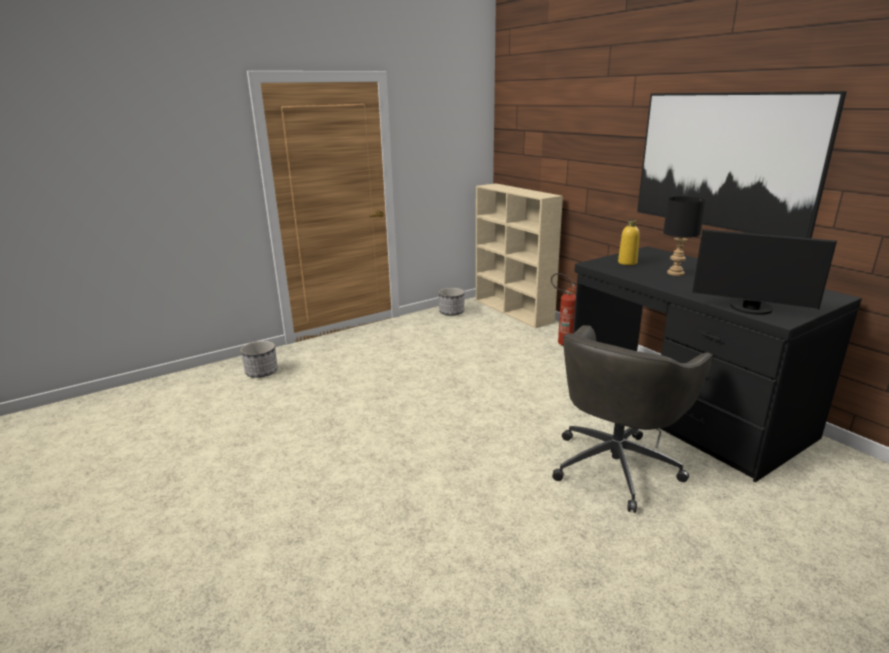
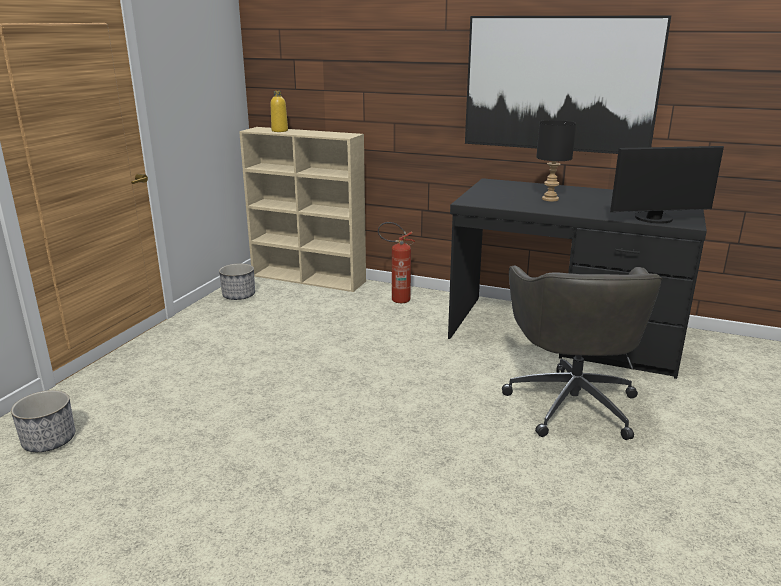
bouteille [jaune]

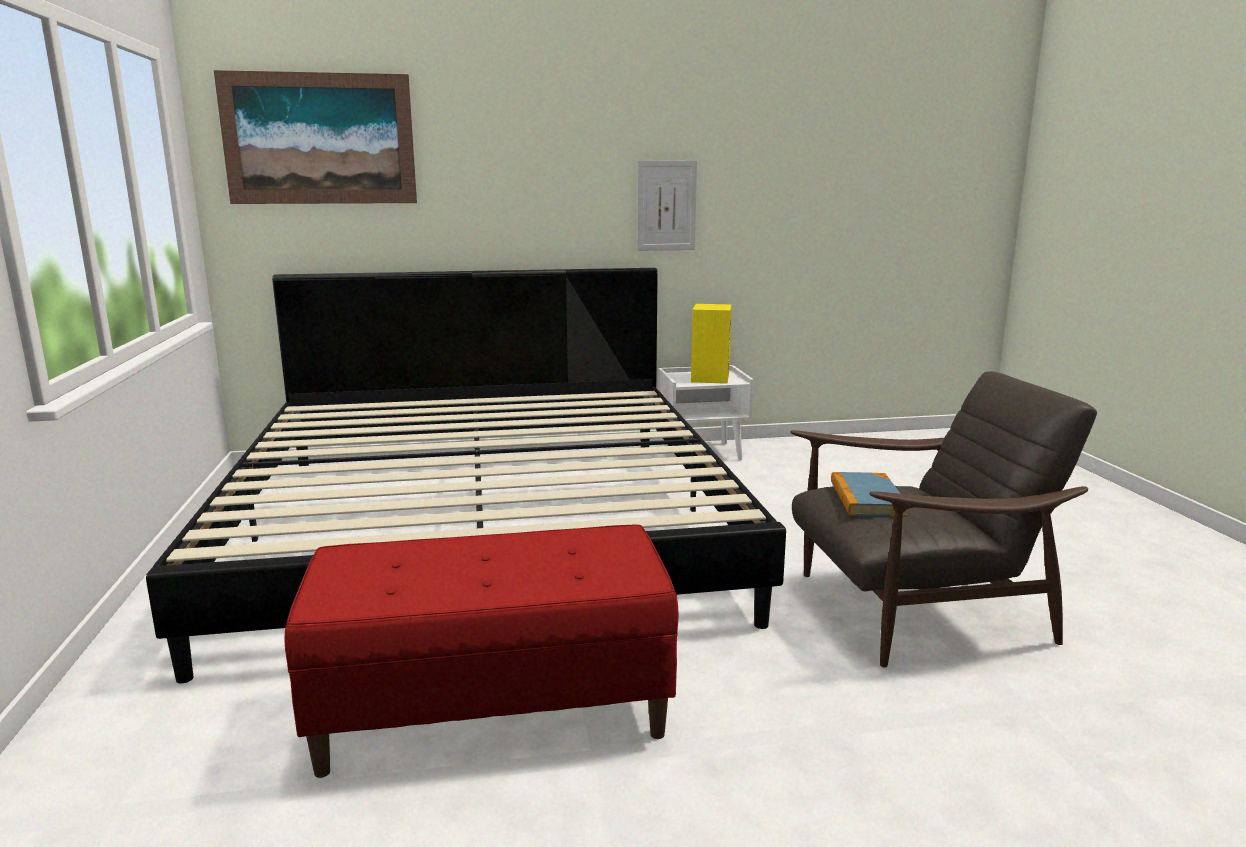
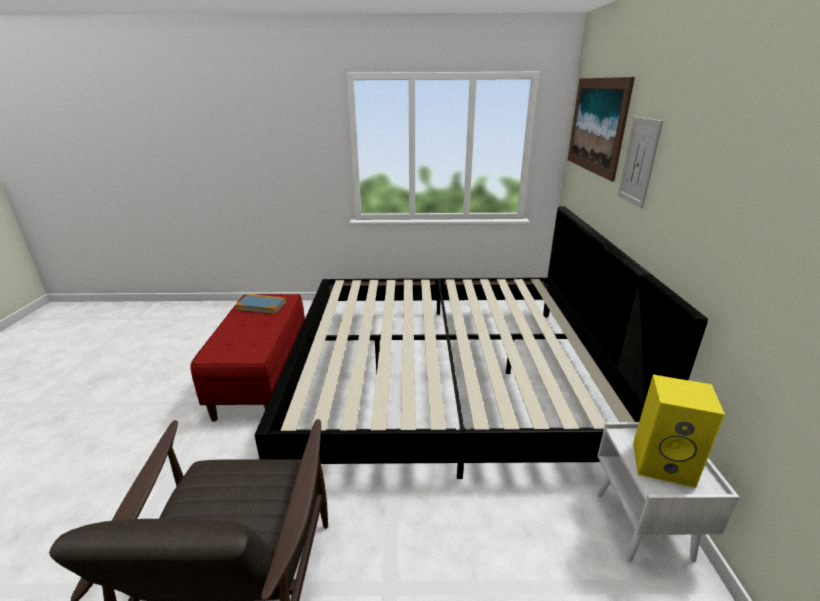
tableau (2nd from left)
livre

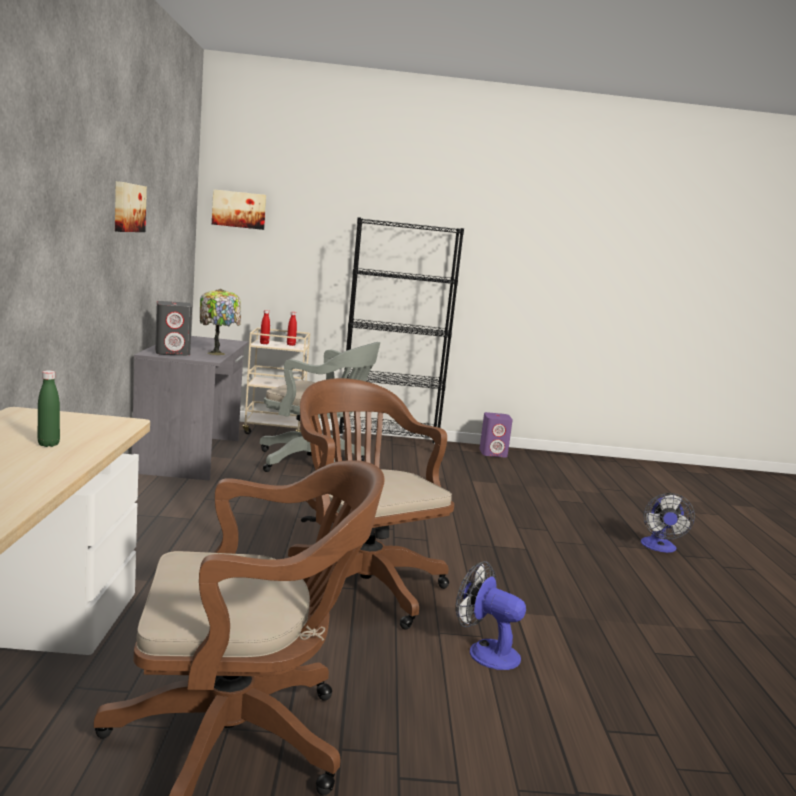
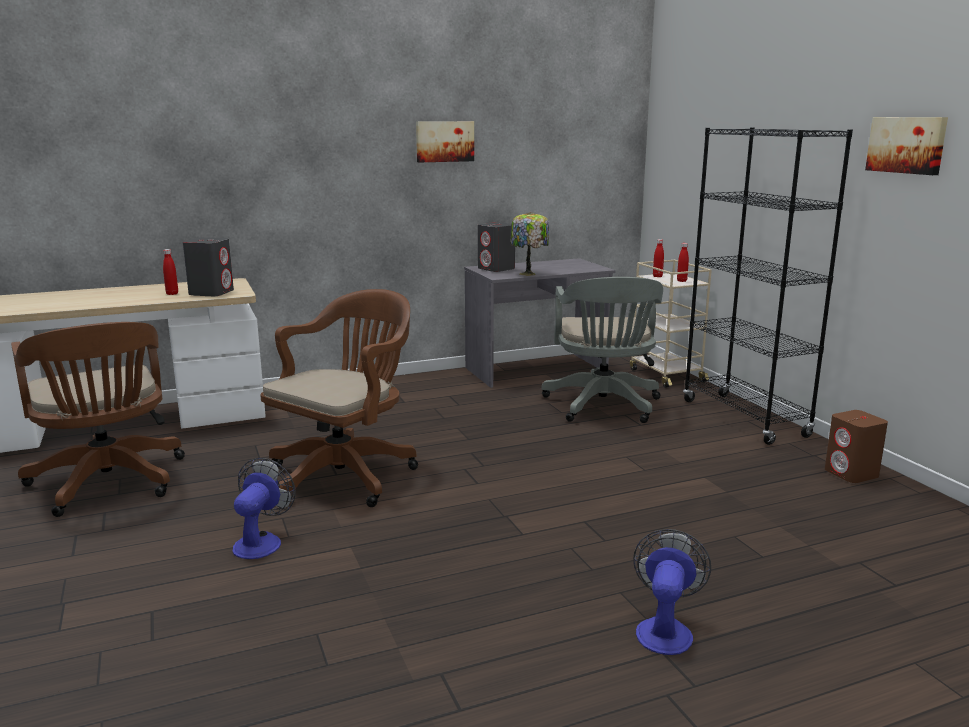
bouteille [rouge] (1st from left)
tableau (2nd from left)
enceinte [marron]
ventilateur (2nd from left)
enceinte [gris] (1st from left)

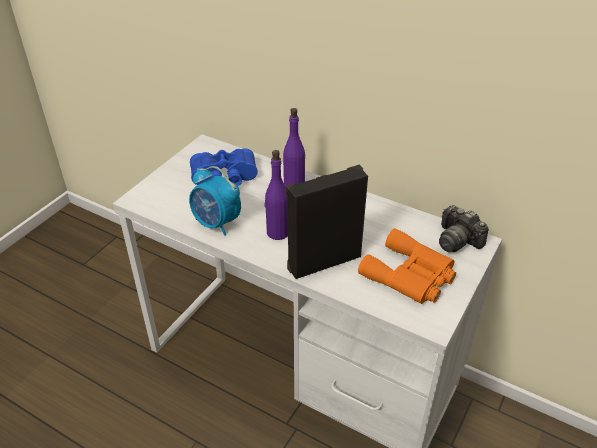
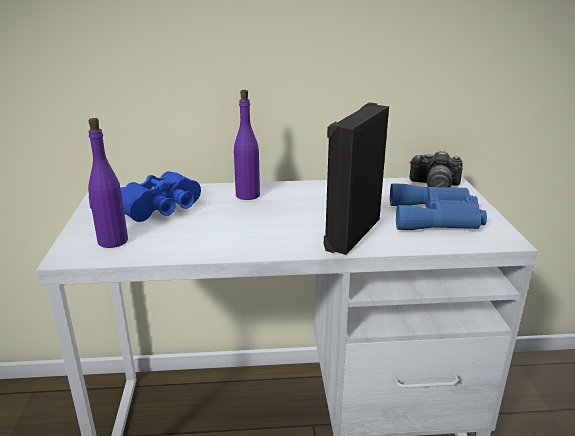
réveil
bouteille [violet] (1st from left)
jumelles [bleu] (2nd from left)

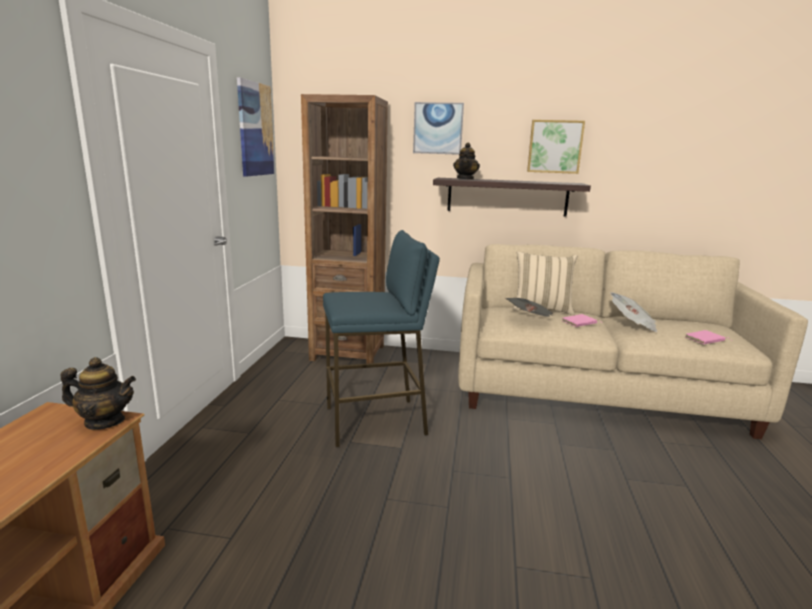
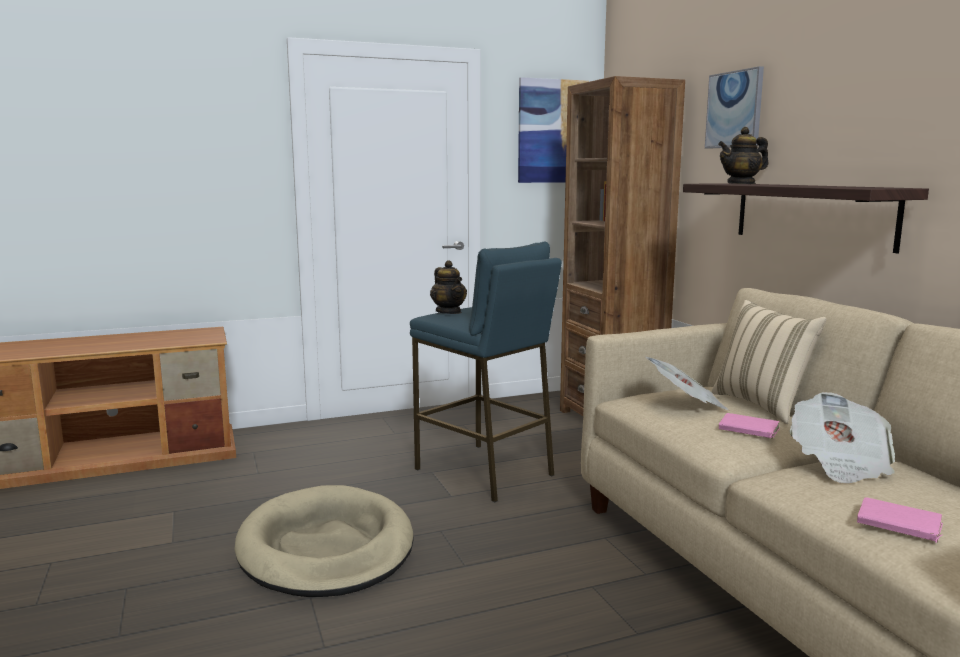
théière (1st from left)
tableau (3rd from left in the first image)
panier pour chien [beige]

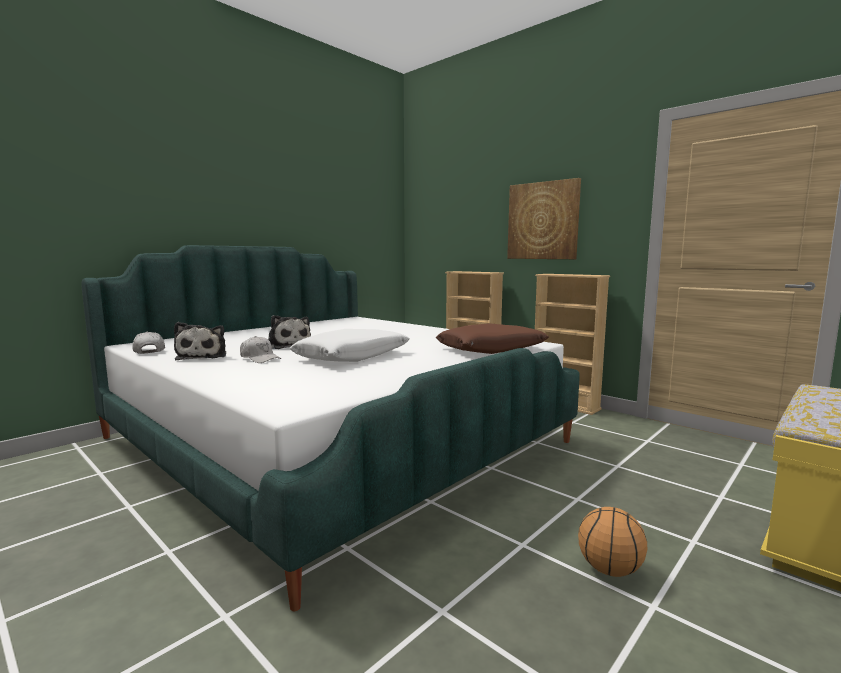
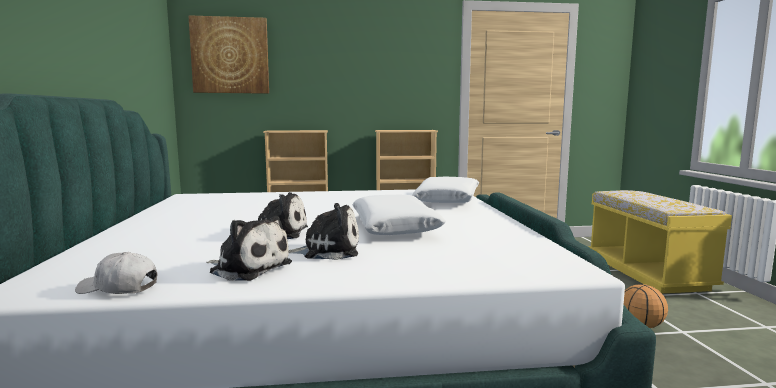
peluche (3rd from left)
coussin [blanc] (2nd from left)
tableau

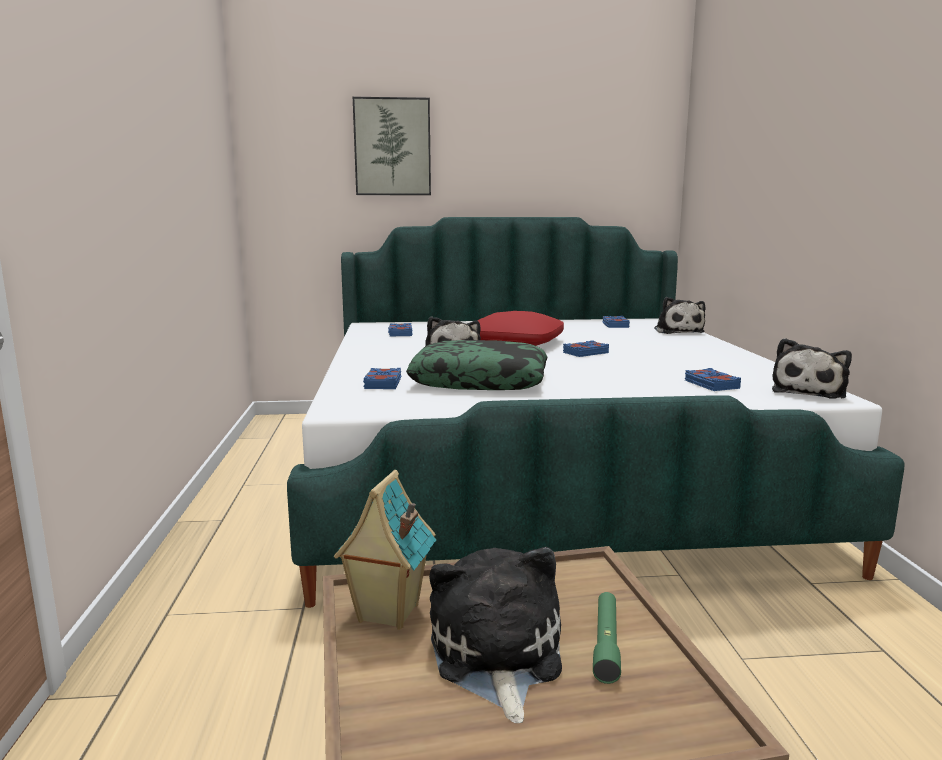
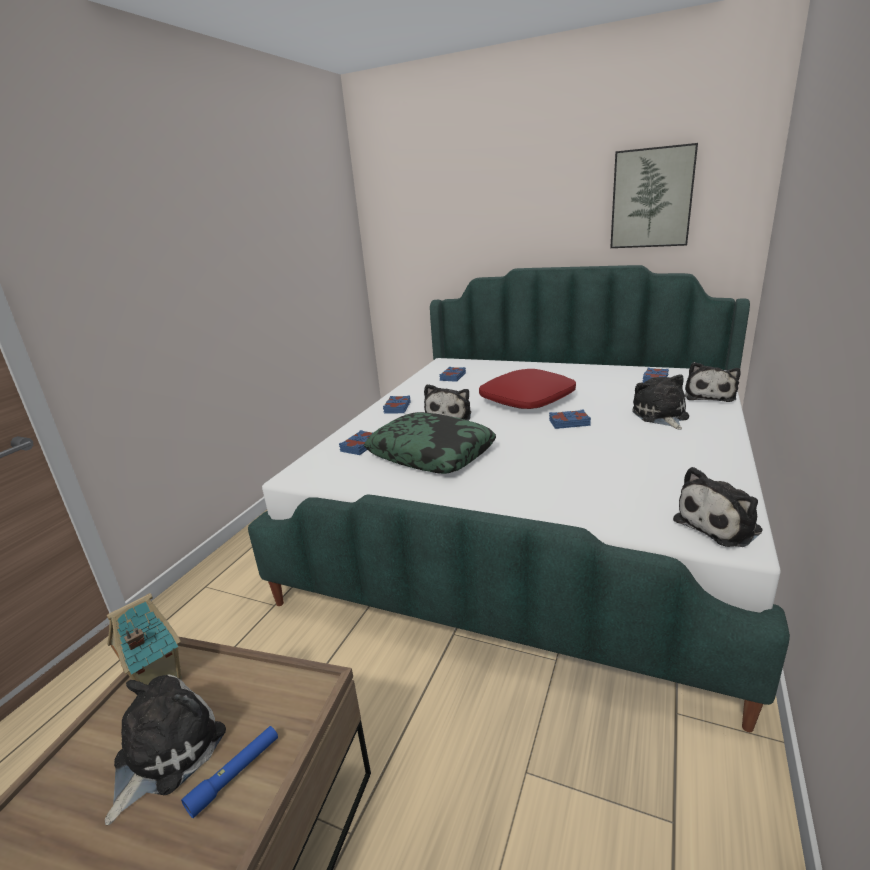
tableau
lampe de poche [bleu]
livre [bleu] (2nd from left)
peluche (3rd from left)

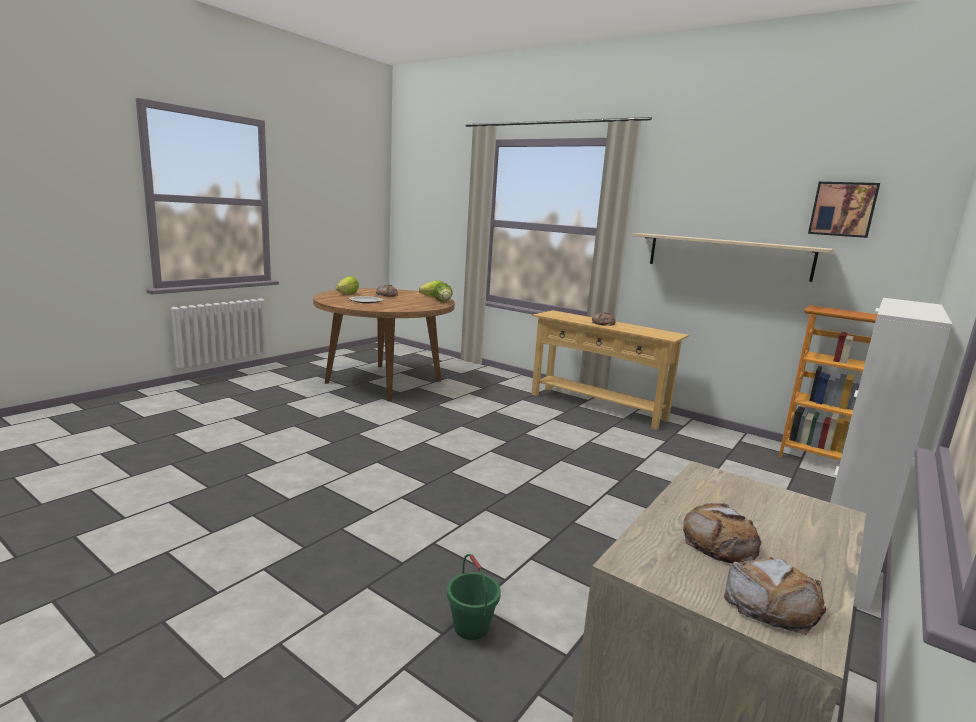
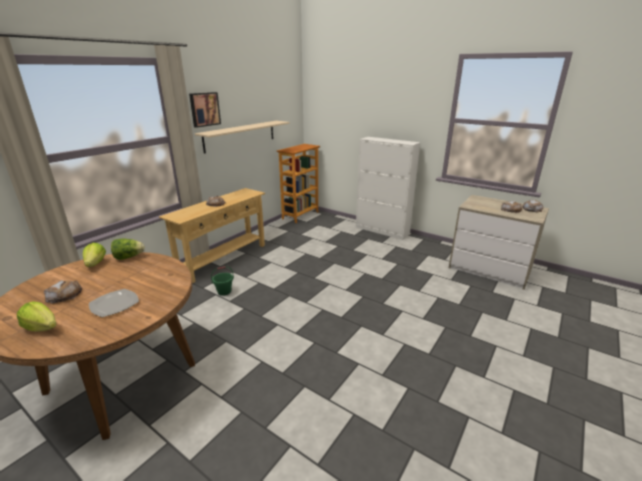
seau [vert]
tableau

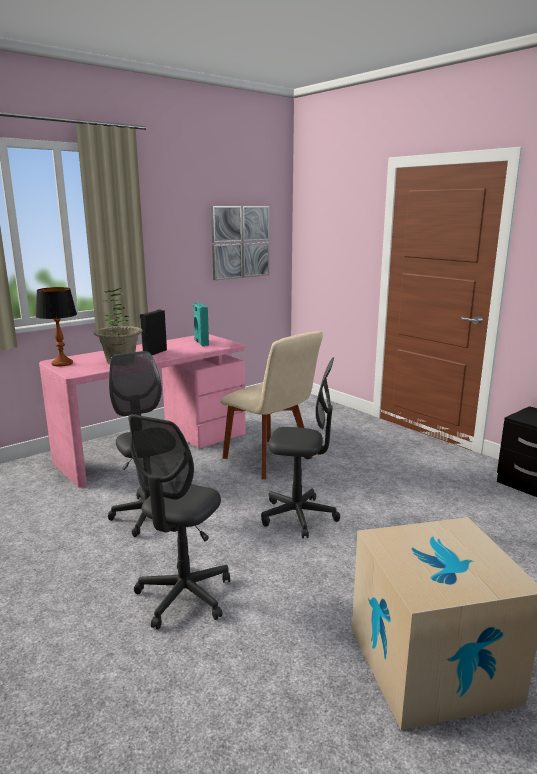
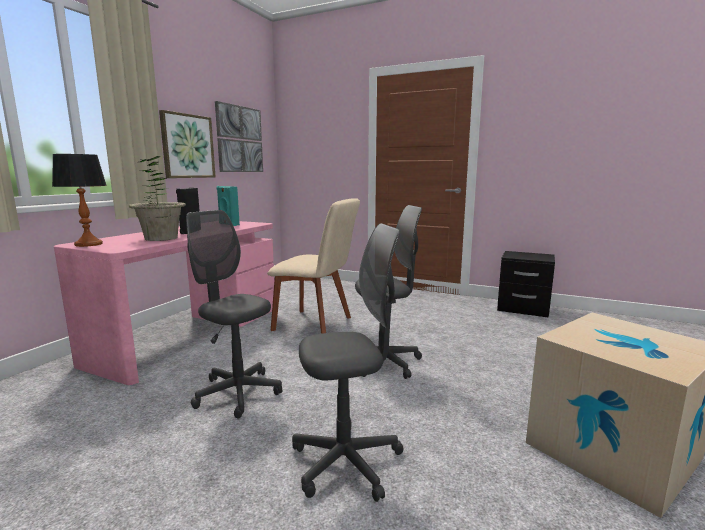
chaise de bureau [gris] (2nd from left)
tableau (1st from left)

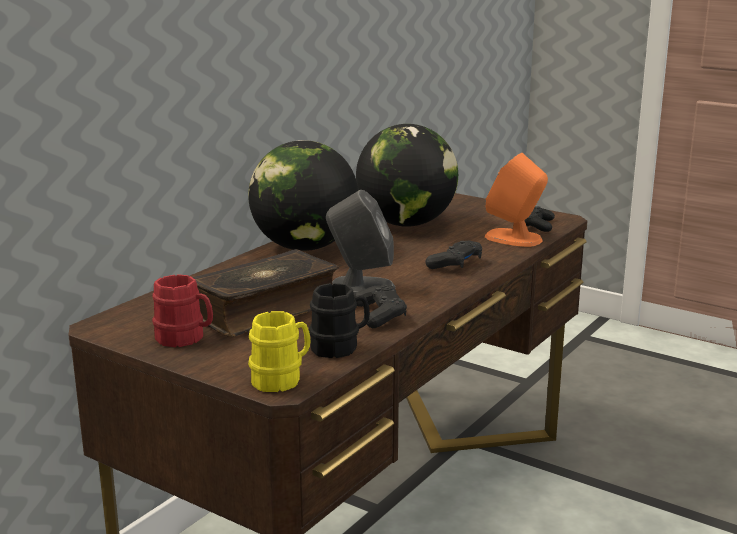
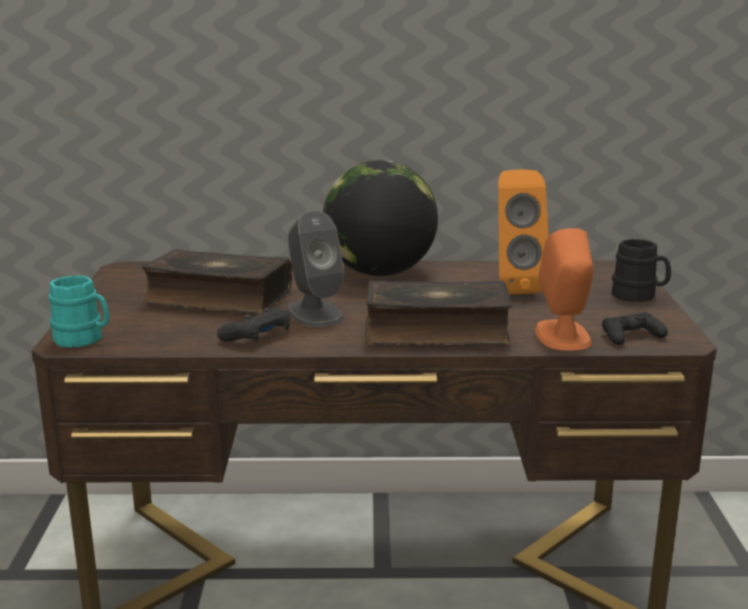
mug [rouge]
mug [turquoise]
mug [noir]
enceinte [orange] (1st from left)
livre (2nd from left)

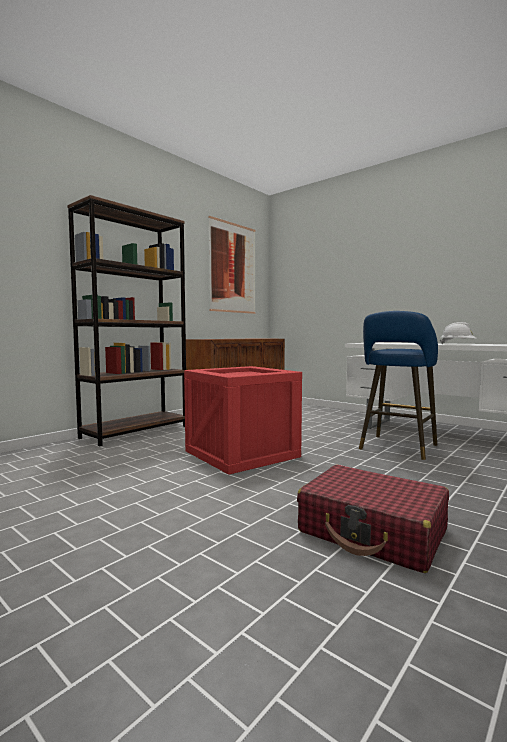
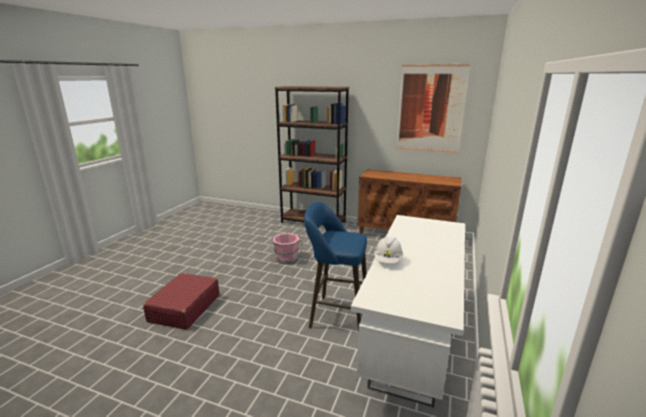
seau [rose]

